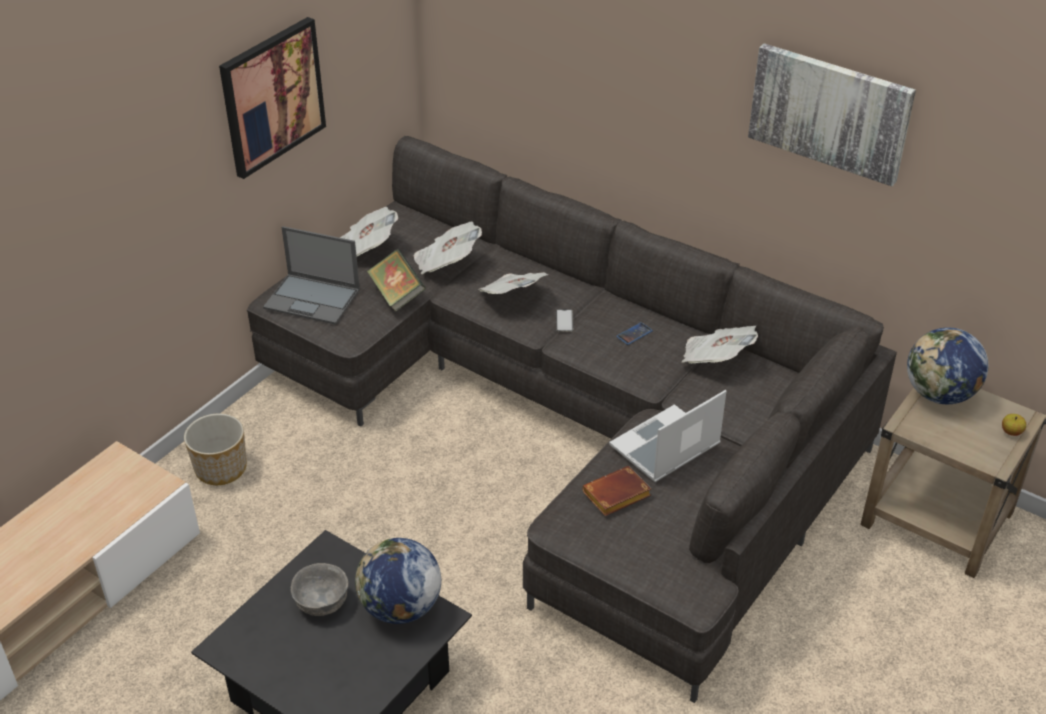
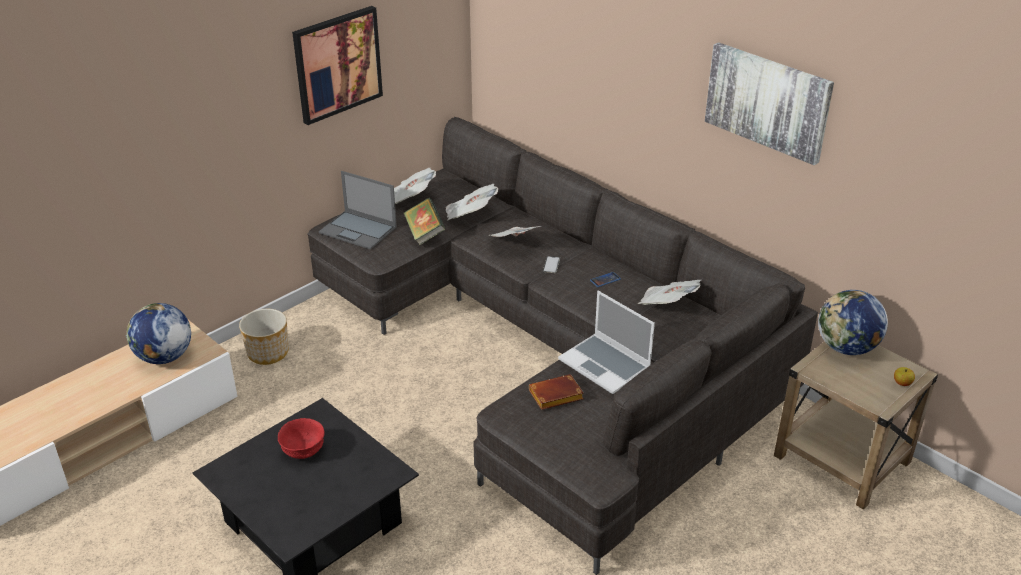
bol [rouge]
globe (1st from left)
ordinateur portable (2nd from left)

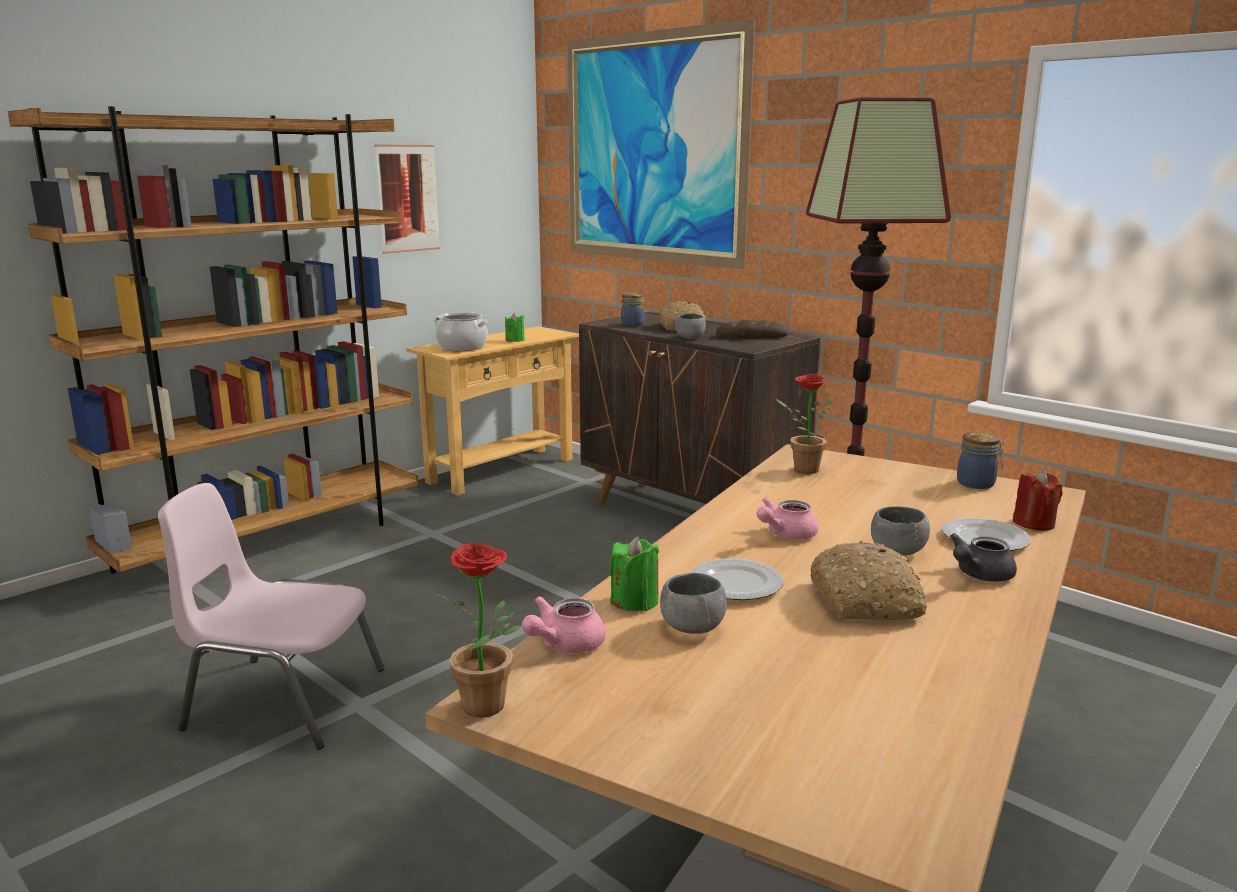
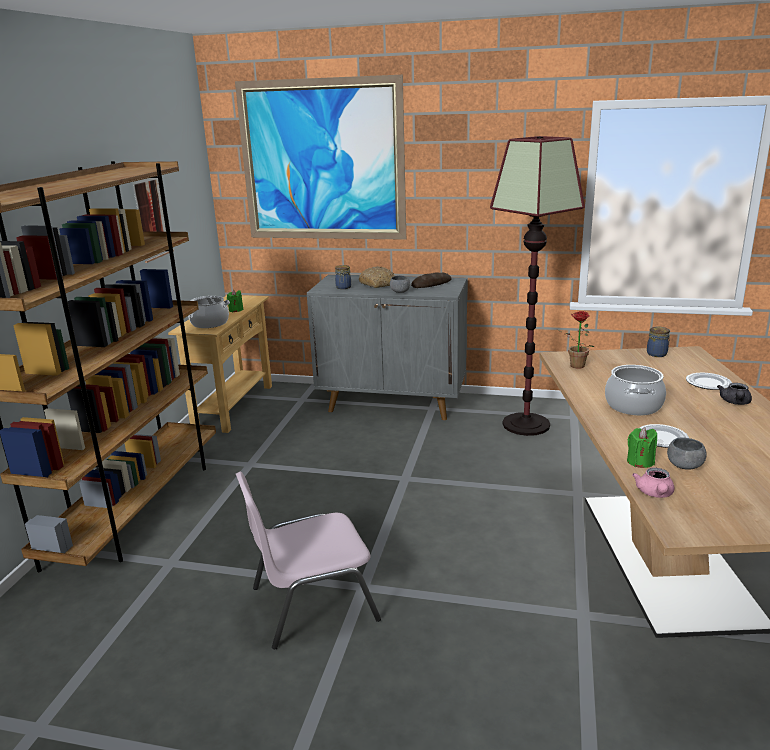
plante en pot (1st from left in the first image)
meuble de rangement [gris]
marmite (2nd from left)
pain (3rd from left in the first image)
bol [gris] (3rd from left in the first image)
bougie [rouge]

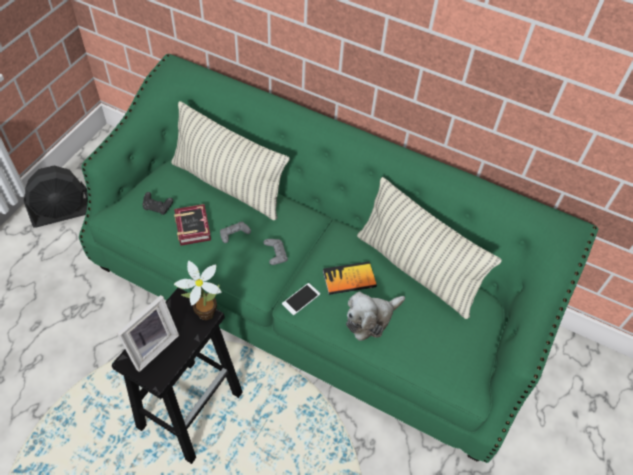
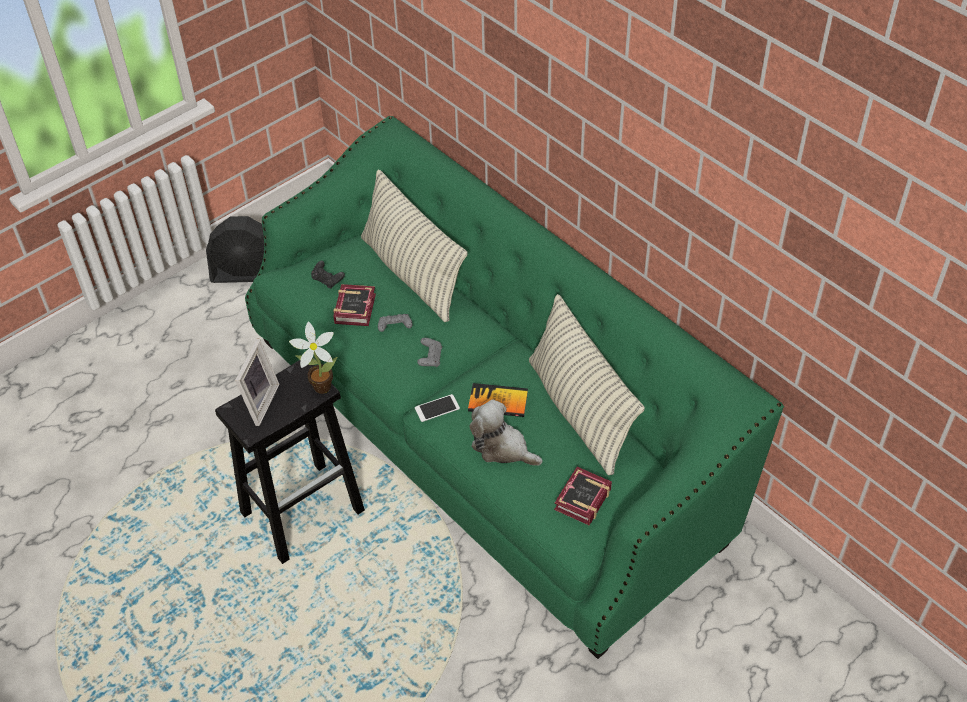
cadre photo
peluche
livre (3rd from left)

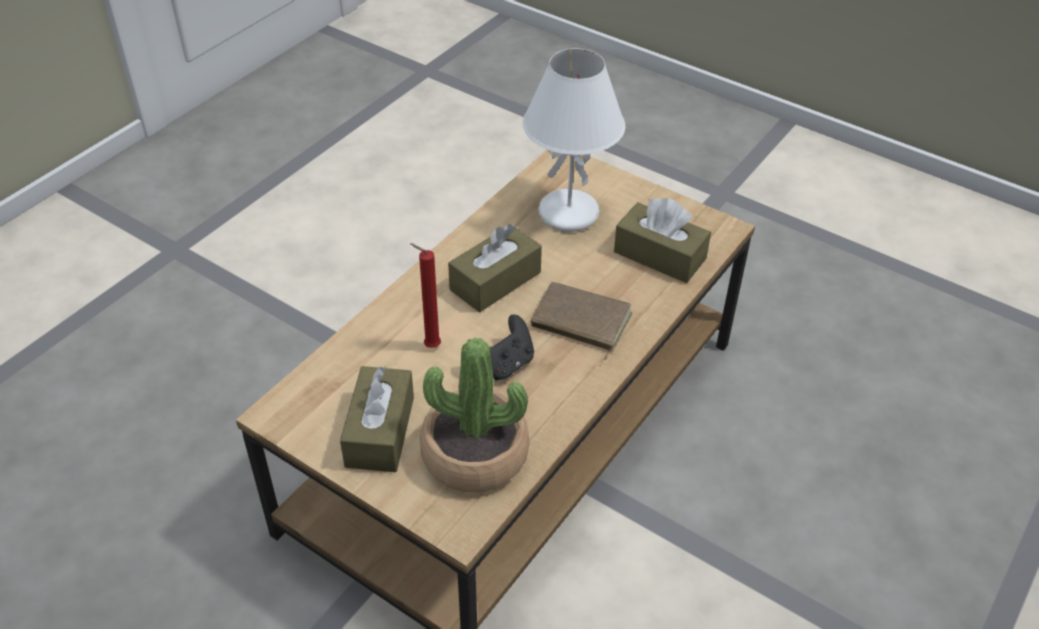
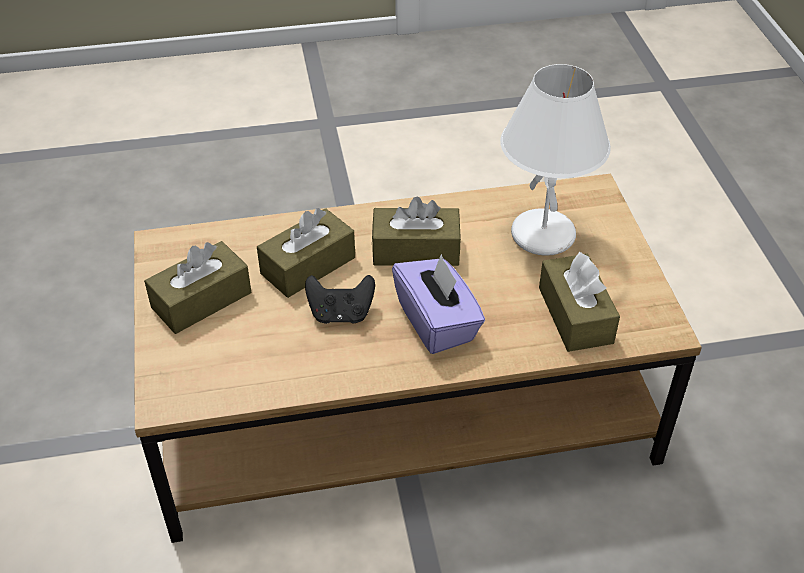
boîte à mouchoirs [marron] (2nd from left)
plante en pot
boîte à mouchoirs [violet]

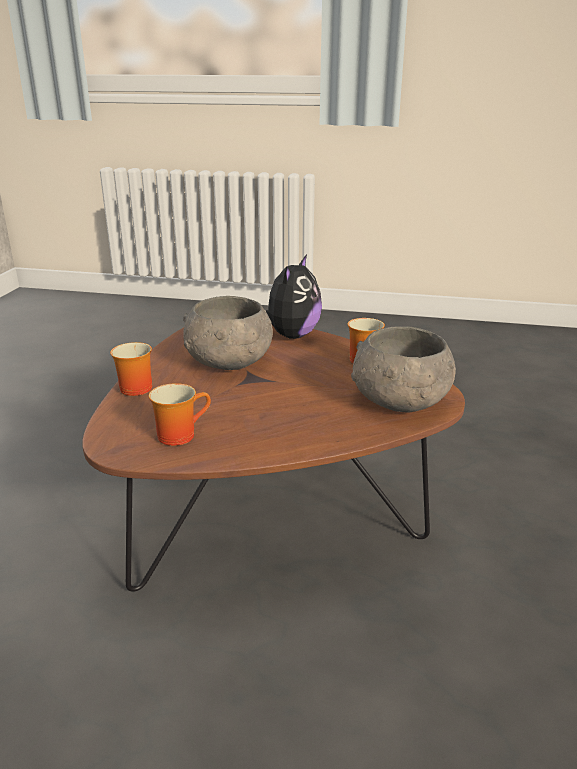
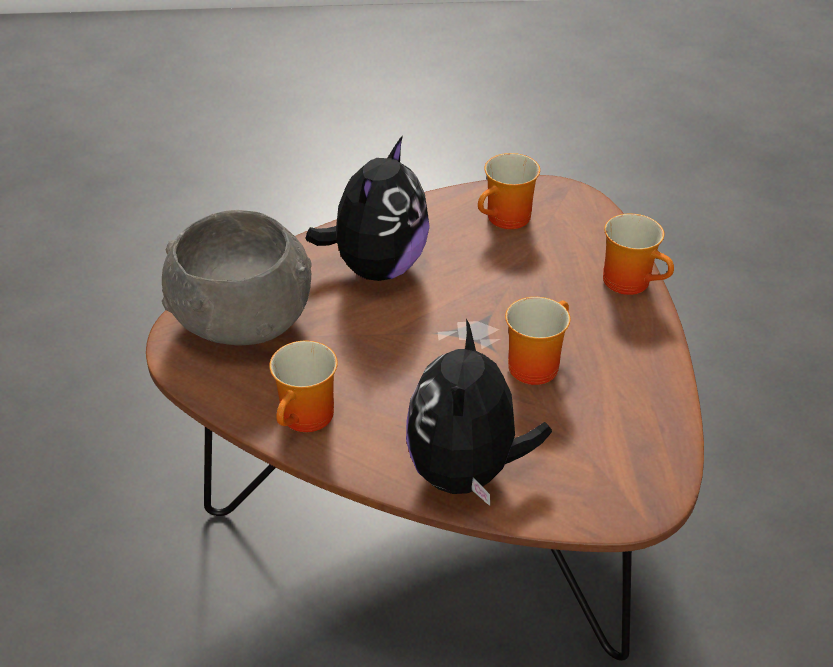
mug (3rd from left)
peluche (1st from left)

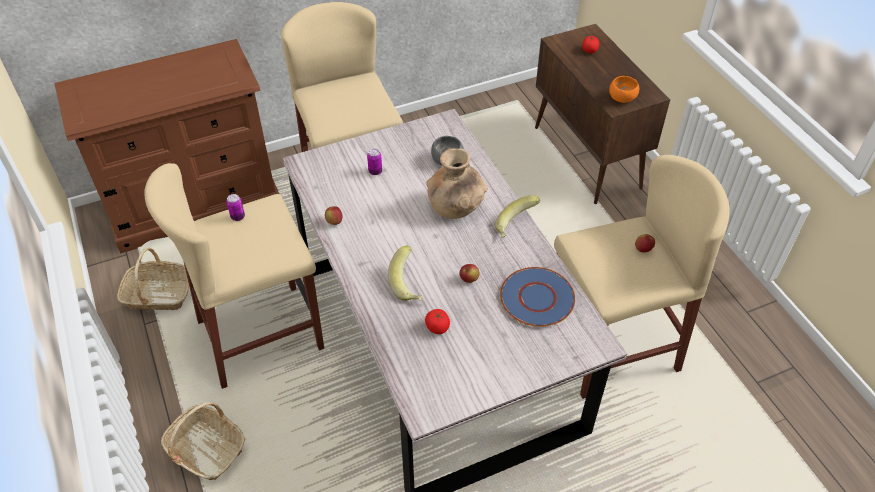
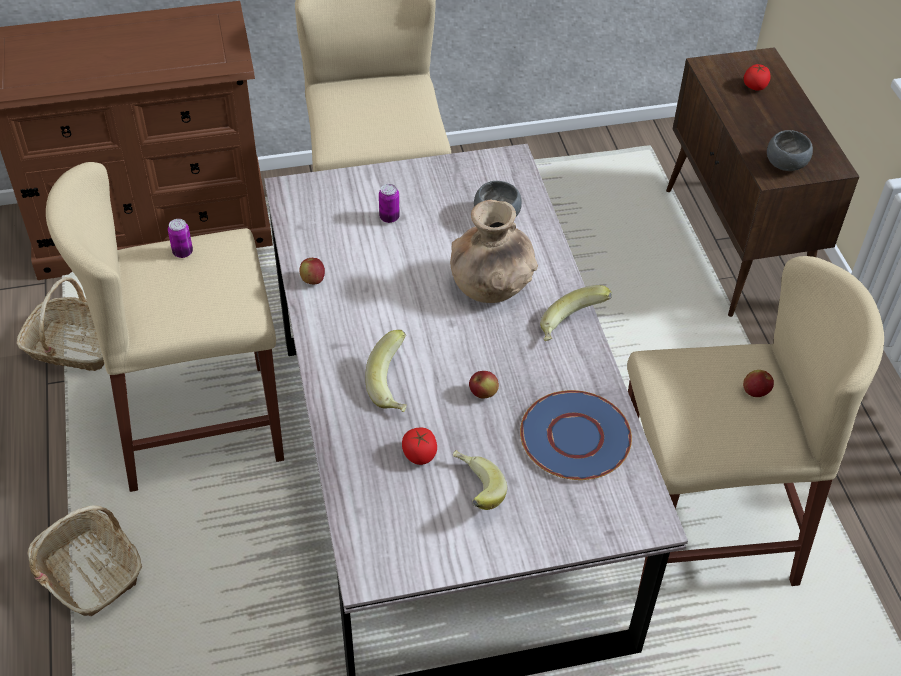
bol [gris] (2nd from left)
banane (2nd from left)

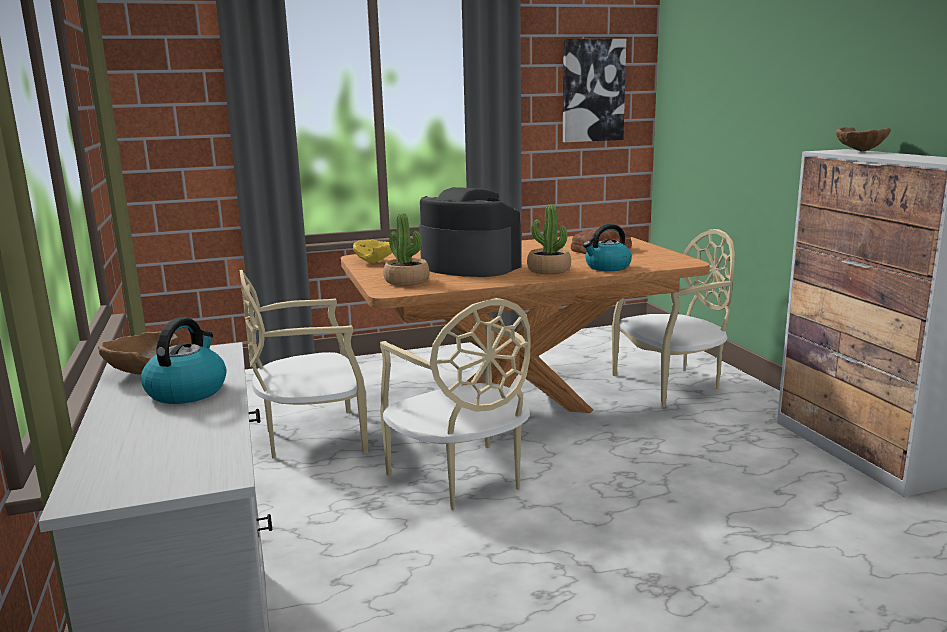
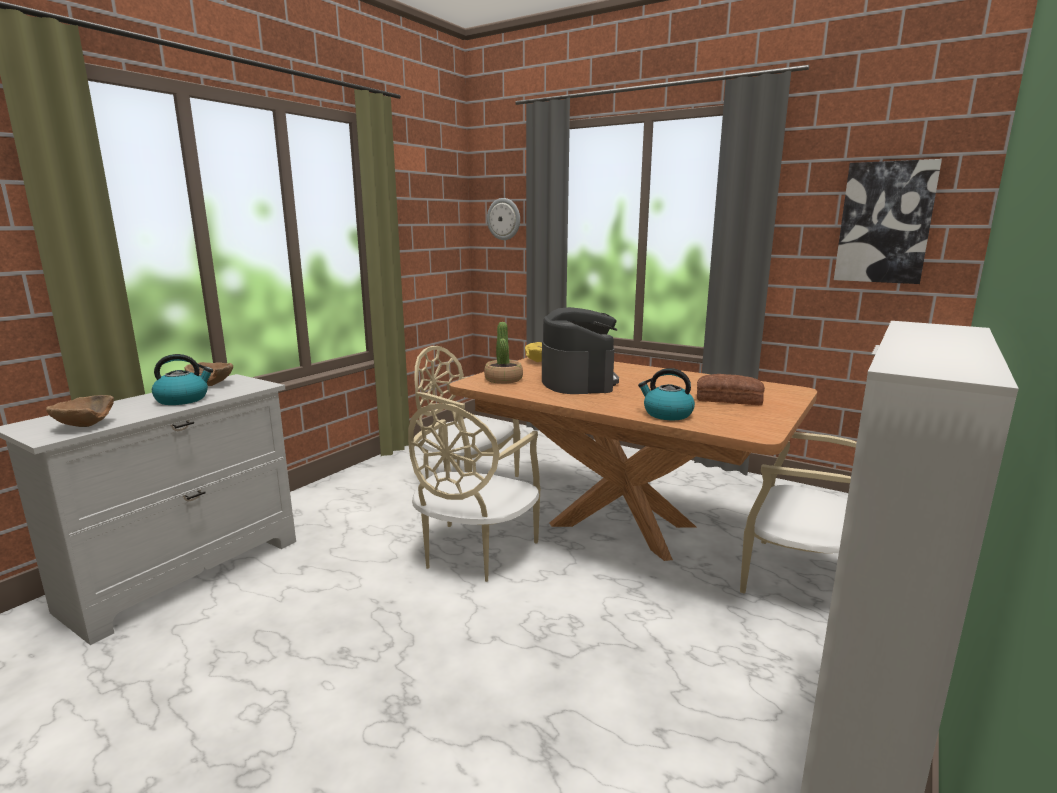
plante en pot (2nd from left in the first image)
bol [marron] (1st from left)
horloge murale

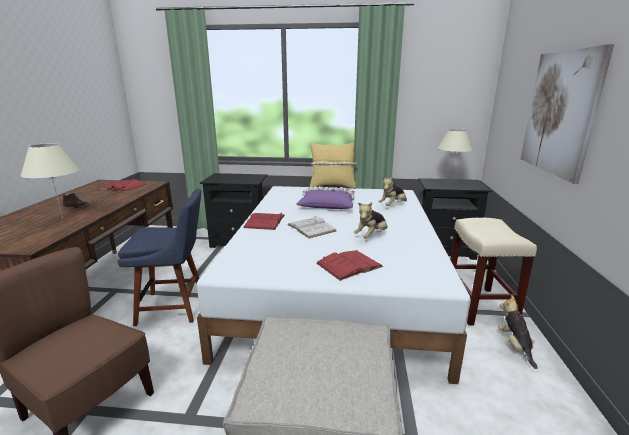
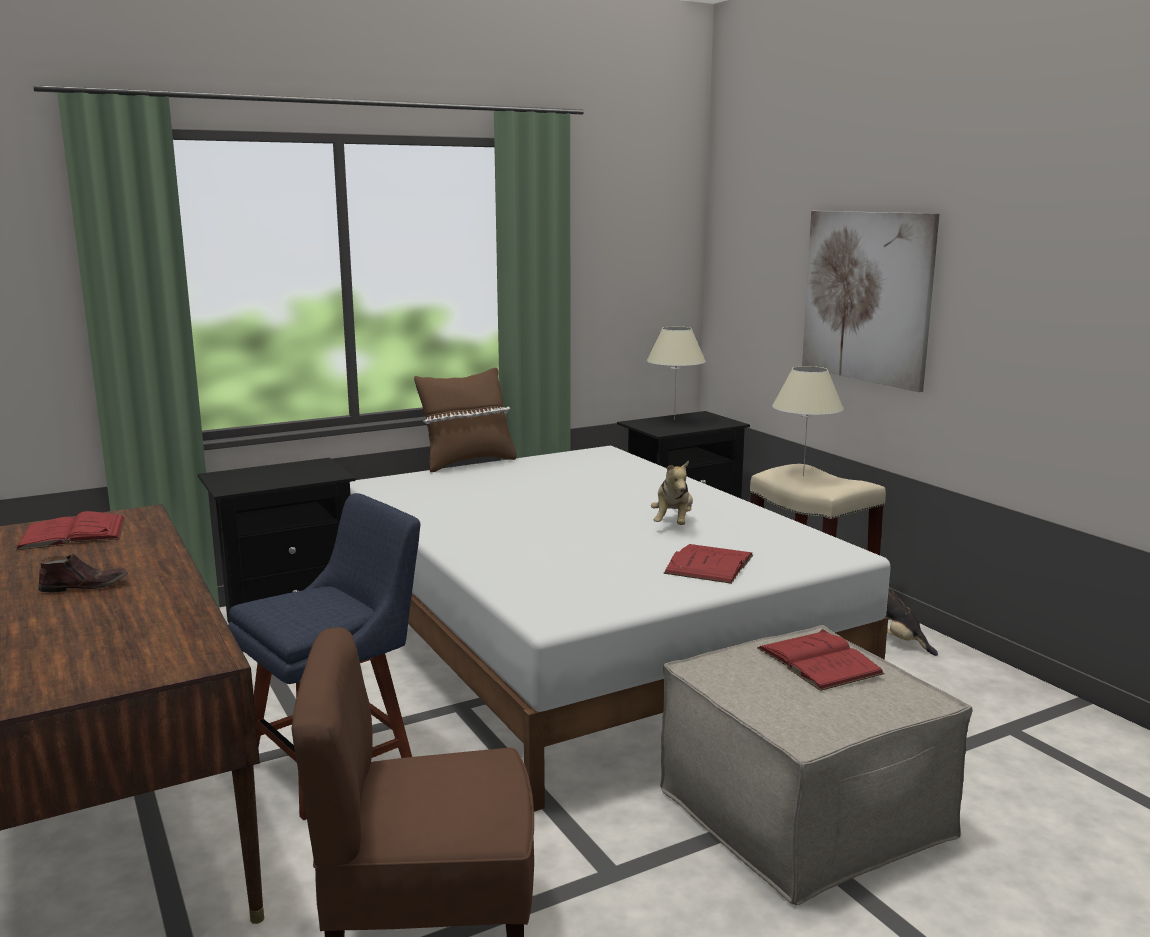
lampe de table [beige] (2nd from left)
livre [rouge] (3rd from left)
livre [blanc]
coussin [violet]
coussin [marron]
peluche (2nd from left in the first image)

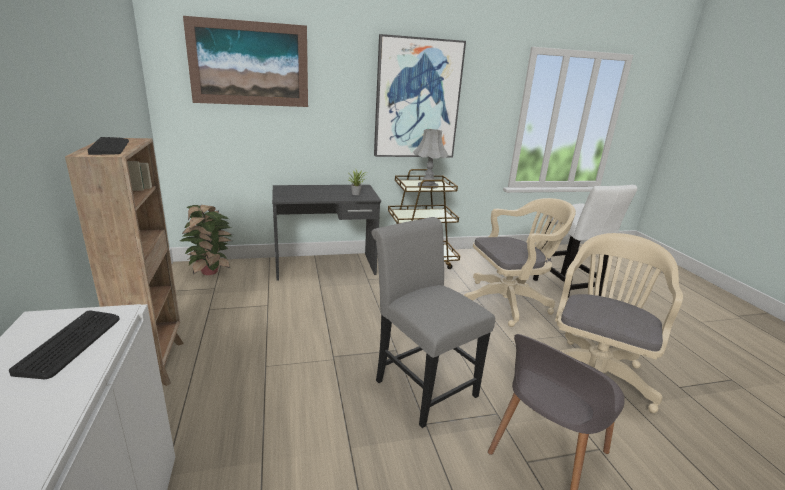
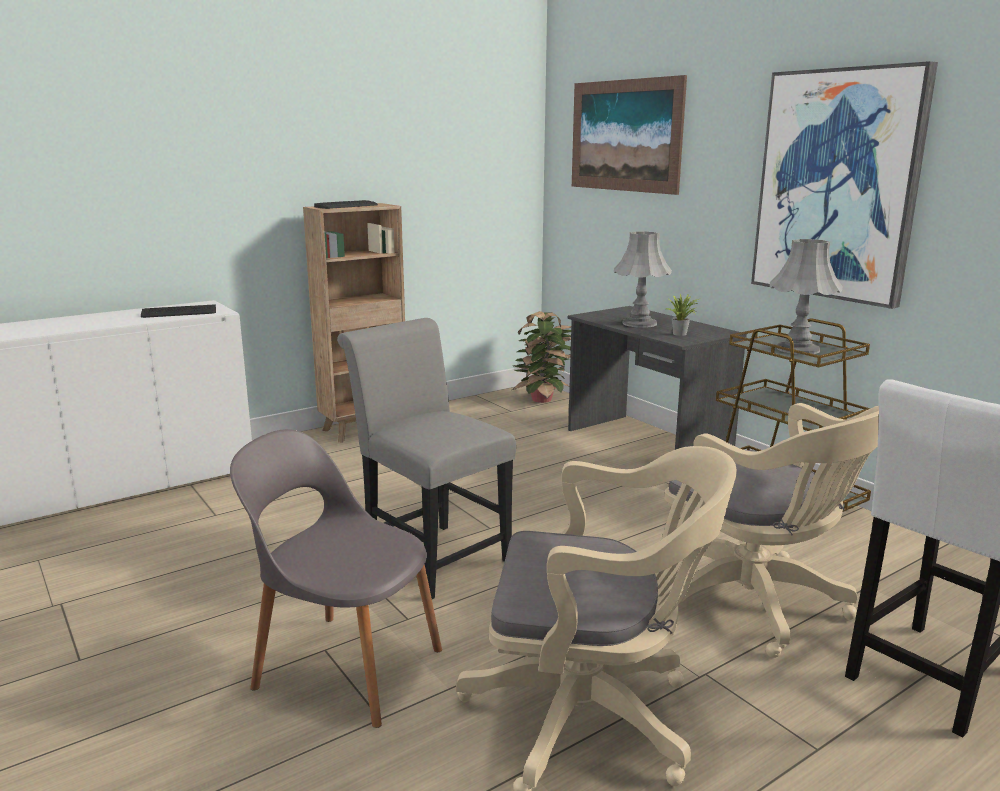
chaise [gris] (2nd from left)
lampe de table [gris] (1st from left)

